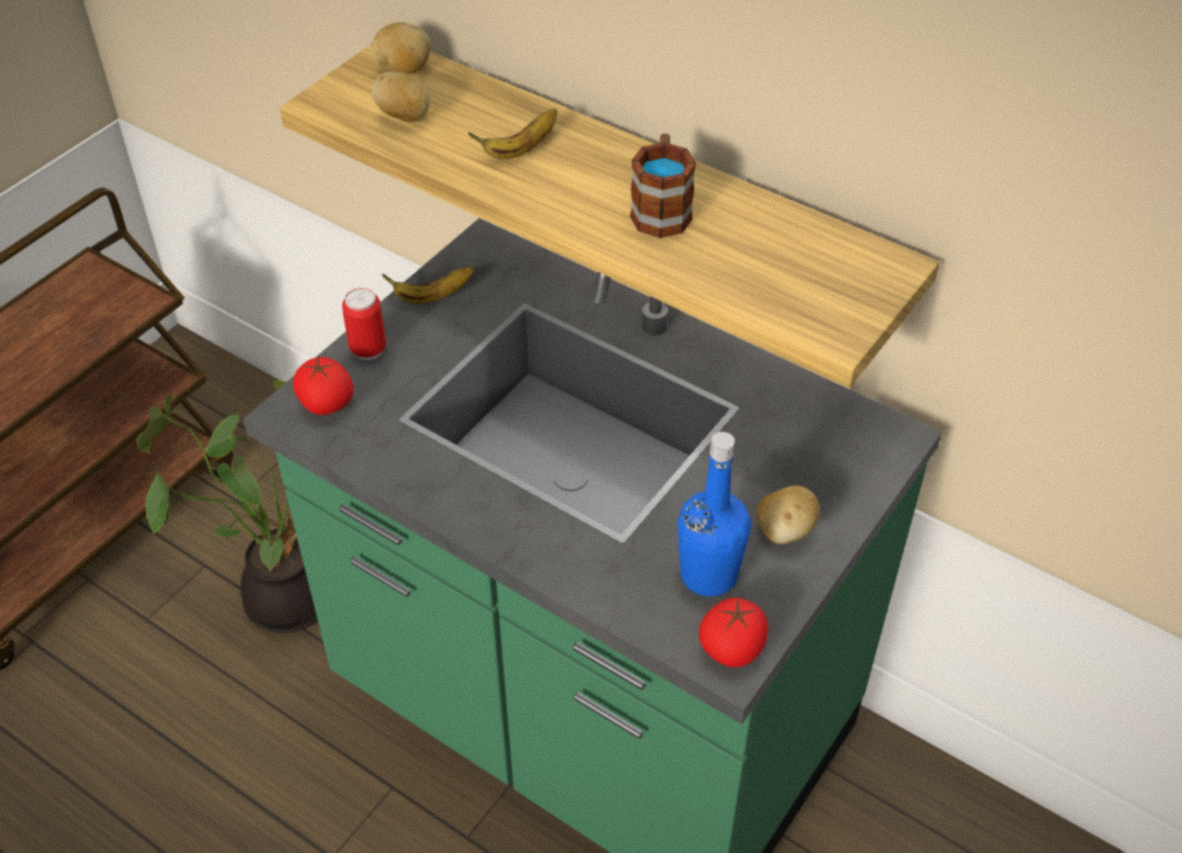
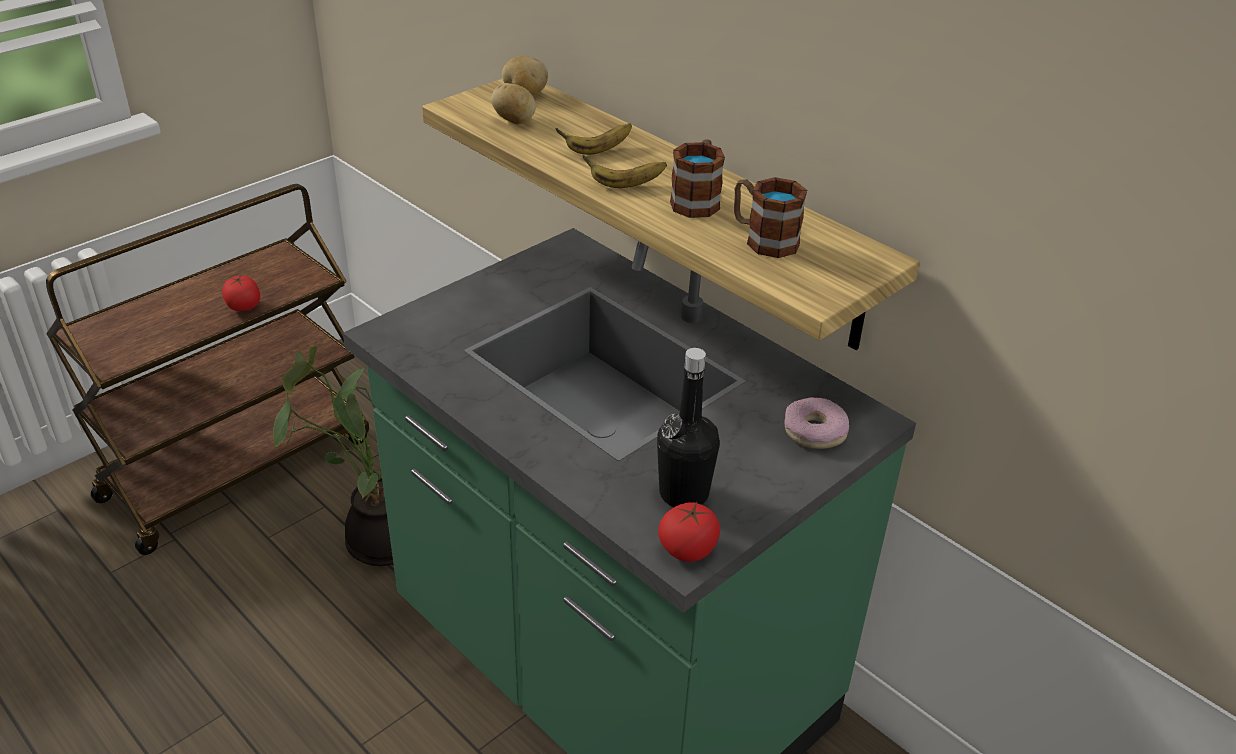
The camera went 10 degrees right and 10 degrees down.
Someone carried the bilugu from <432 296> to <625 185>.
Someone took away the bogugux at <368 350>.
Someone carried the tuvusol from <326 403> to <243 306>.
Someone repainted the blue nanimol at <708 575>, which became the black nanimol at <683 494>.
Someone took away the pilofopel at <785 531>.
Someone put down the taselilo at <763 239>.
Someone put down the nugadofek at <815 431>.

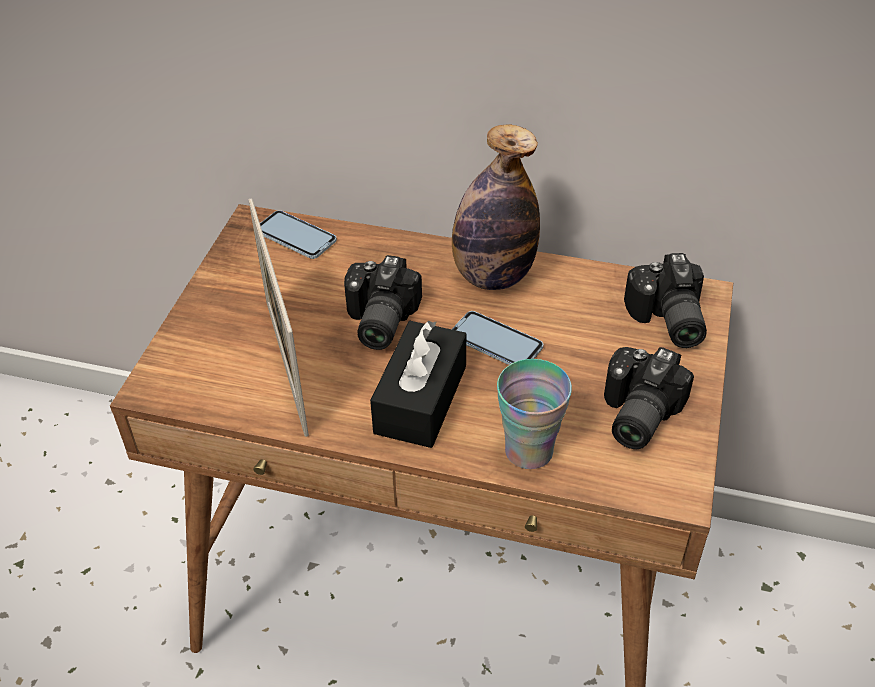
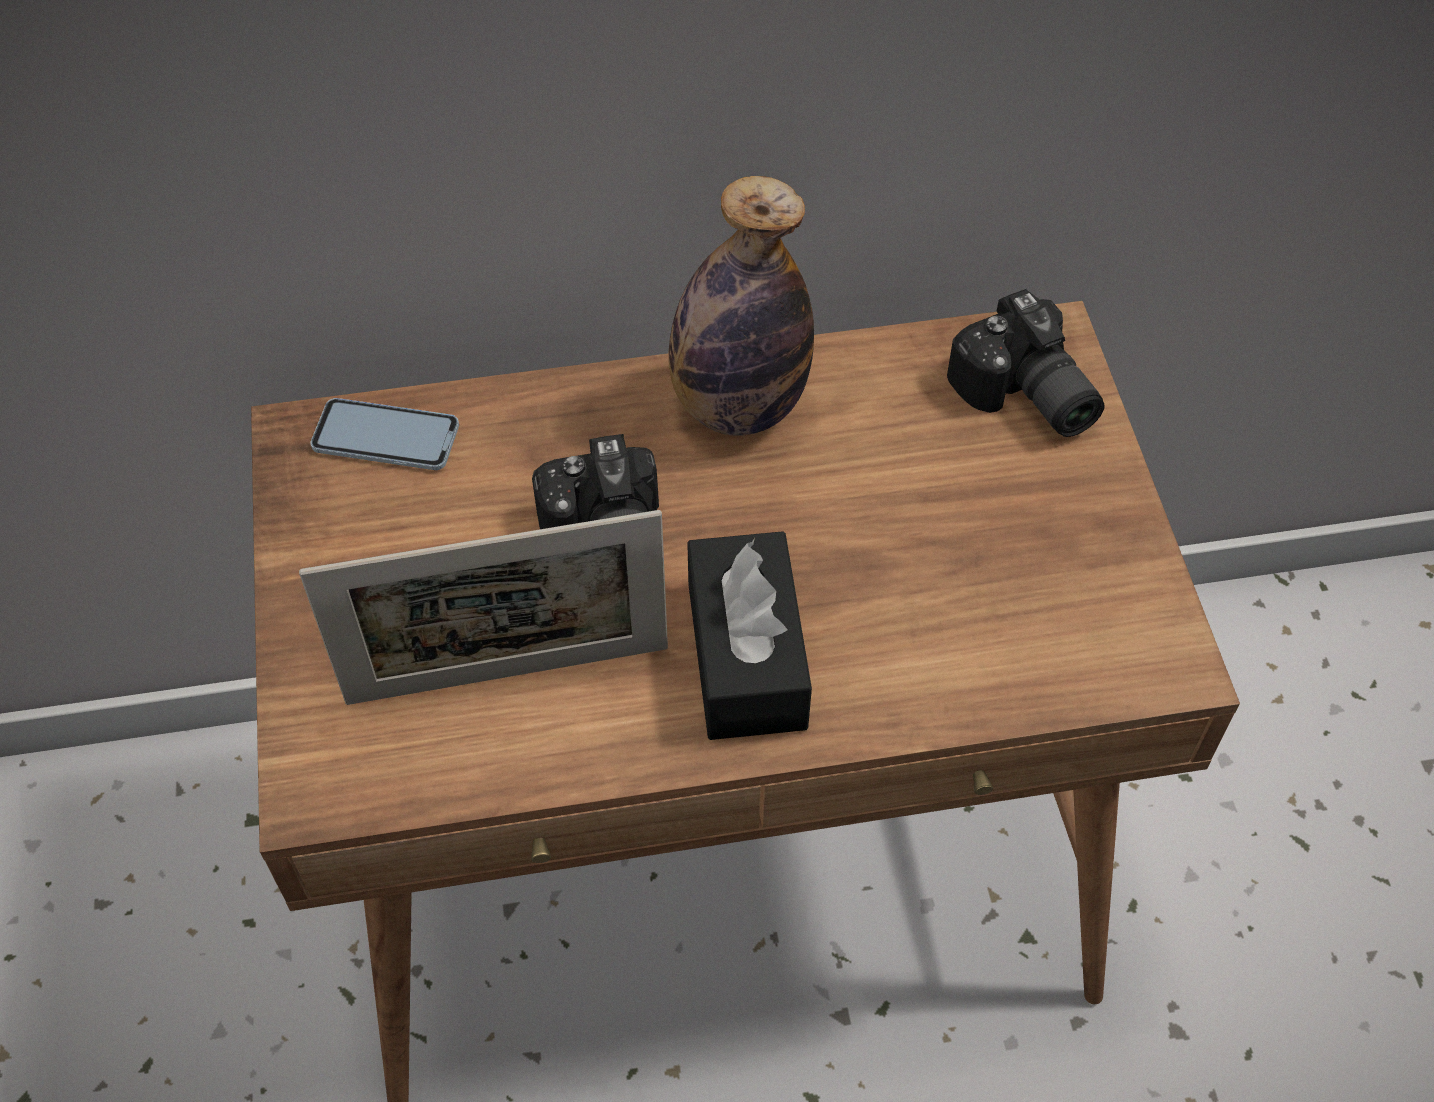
The camera went 25 degrees left and 10 degrees up.
Someone rotated the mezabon at <286 365> by 60 degrees counterclockwise.
Someone took away the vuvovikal at <496 342>.
Someone took away the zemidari at <634 414>.
Someone took away the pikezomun at <529 451>.

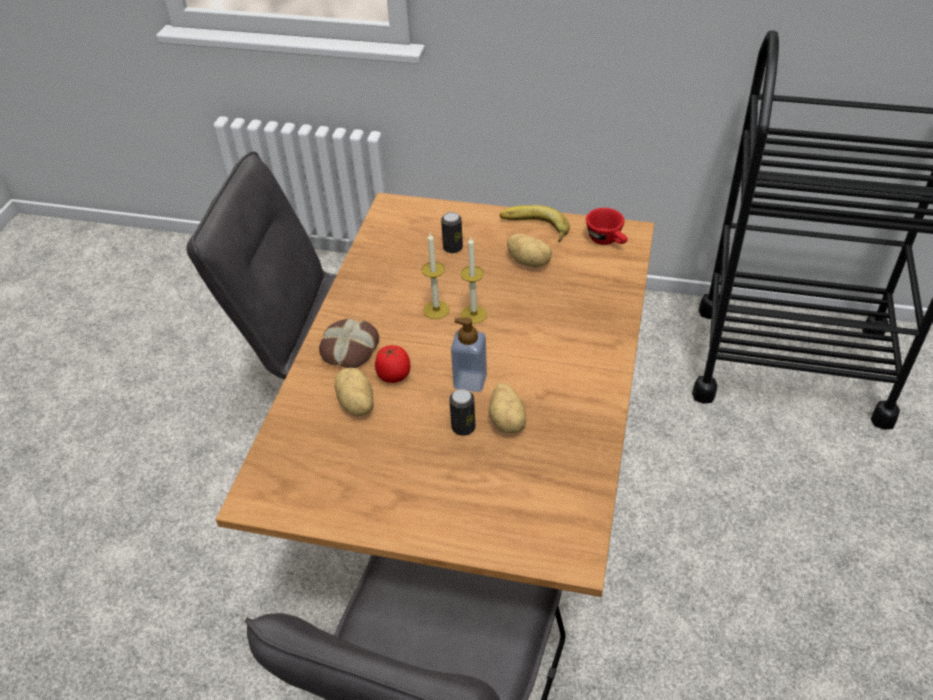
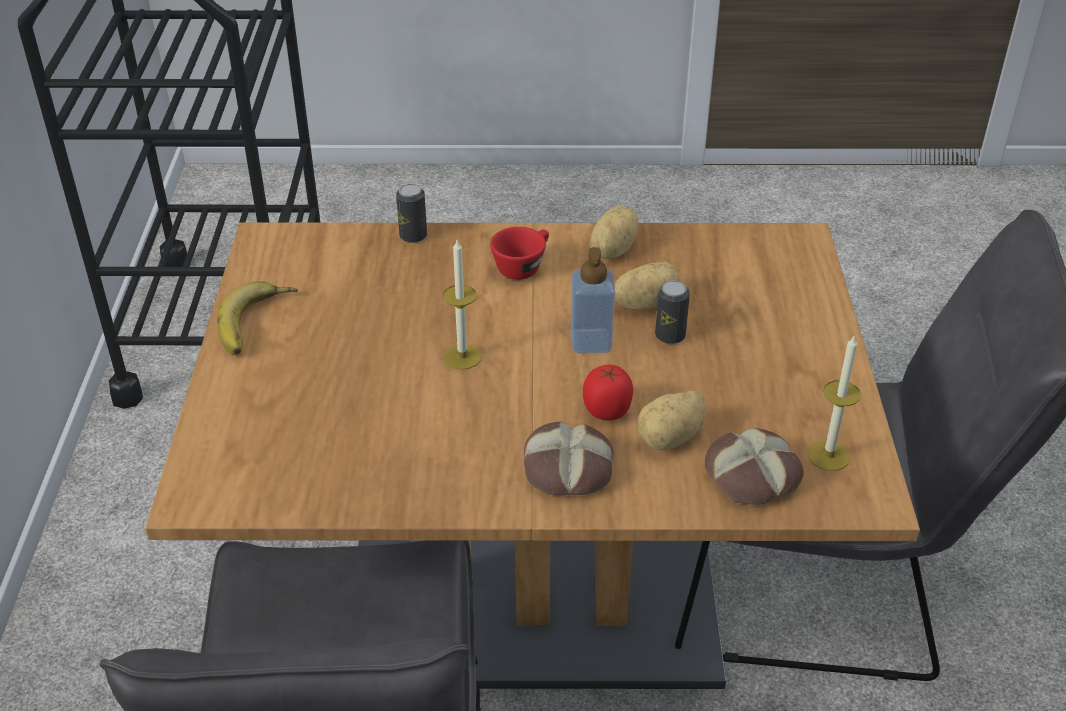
The camera went 105 degrees left and 5 degrees down.
Someone carried the red pikezomun from <607 240> to <523 266>.
Someone carried the bogugux from <453 248> to <413 236>.
Someone carried the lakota from <436 310> to <828 456>.
Someone carried the pilofopel from <529 262> to <611 250>.
Someone put down the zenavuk at <752 477>.

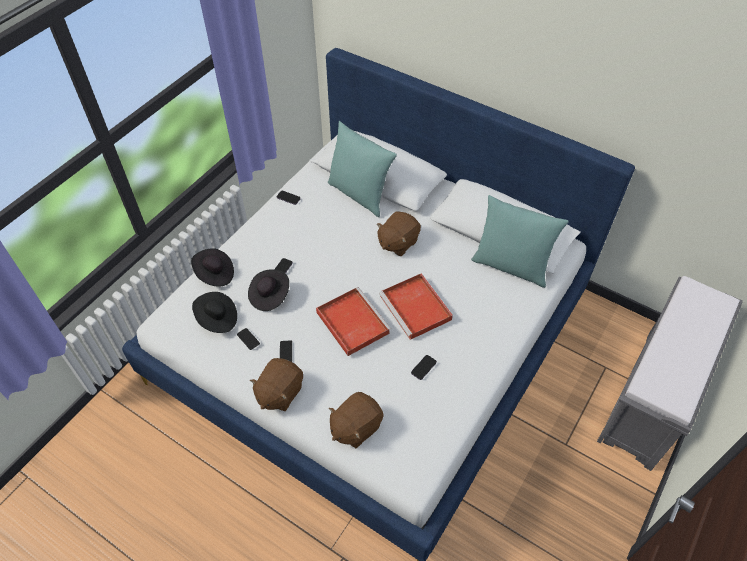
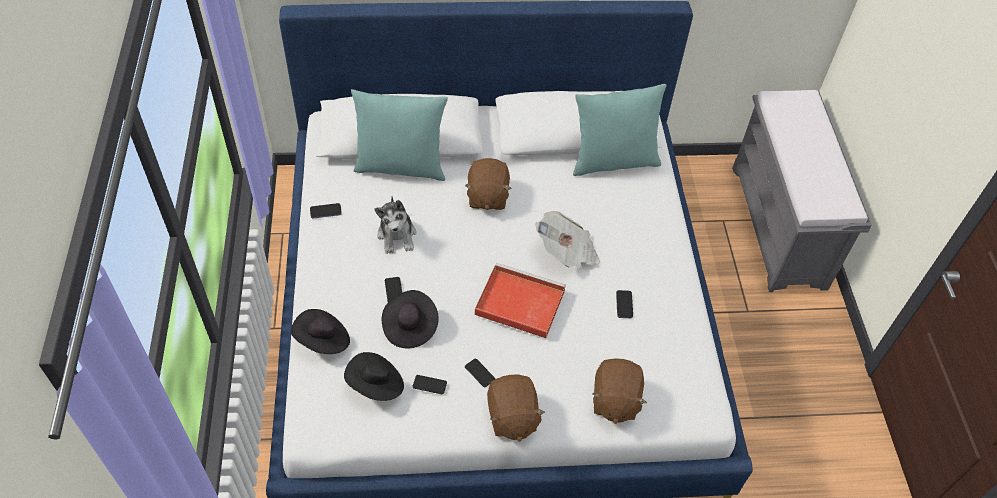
The camera went 40 degrees left and 0 degrees up.
Someone swapped the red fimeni at <416 308> for the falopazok at <567 252>.
Someone put down the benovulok at <397 235>.

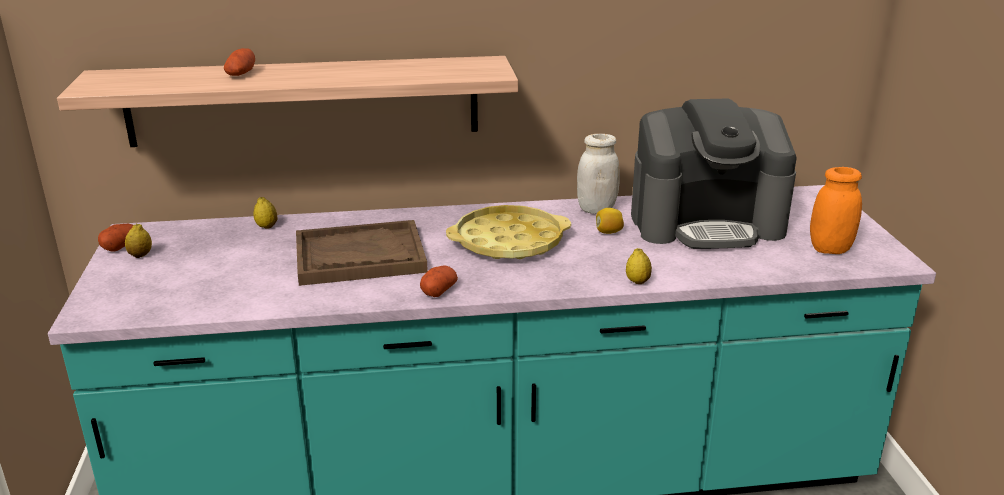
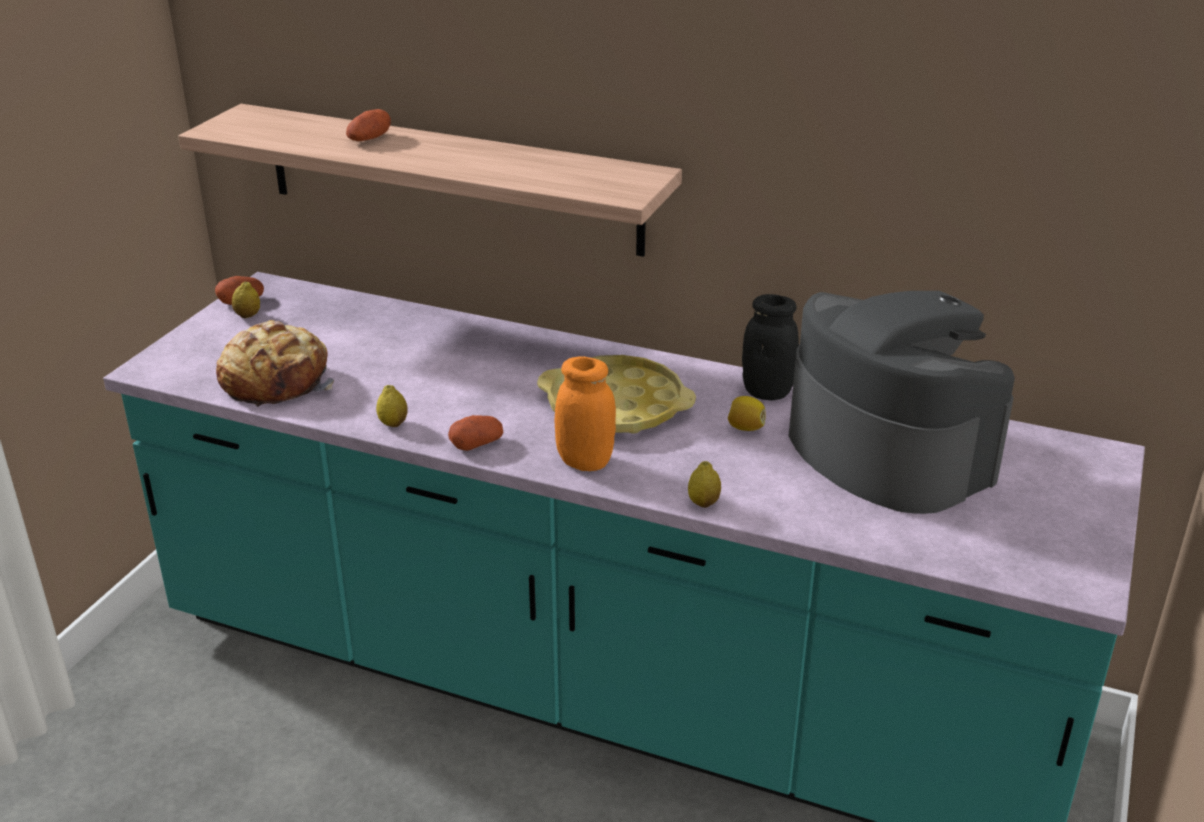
The camera went 30 degrees right and 5 degrees up.
Someone rotated the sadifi at <706 222> by 150 degrees counterclockwise.
Someone repainted the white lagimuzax at <596 209>, which became the black lagimuzax at <767 392>.
Someone carried the orange lagimuzax from <830 249> to <585 462>.
Someone carried the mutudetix from <266 226> to <393 423>.
Someone took away the brown fimeni at <359 256>.
Someone put down the zenavuk at <277 381>.

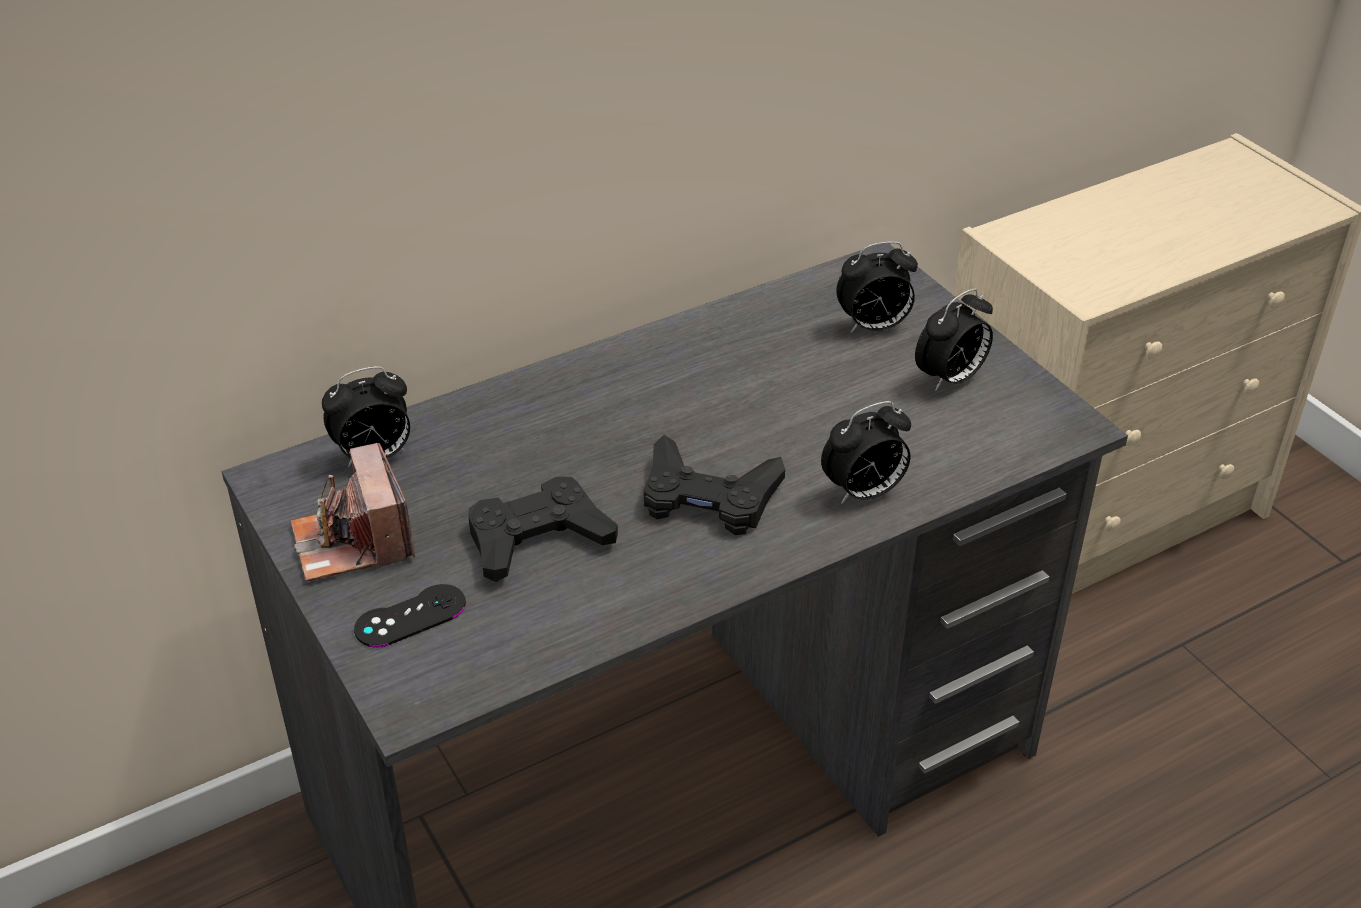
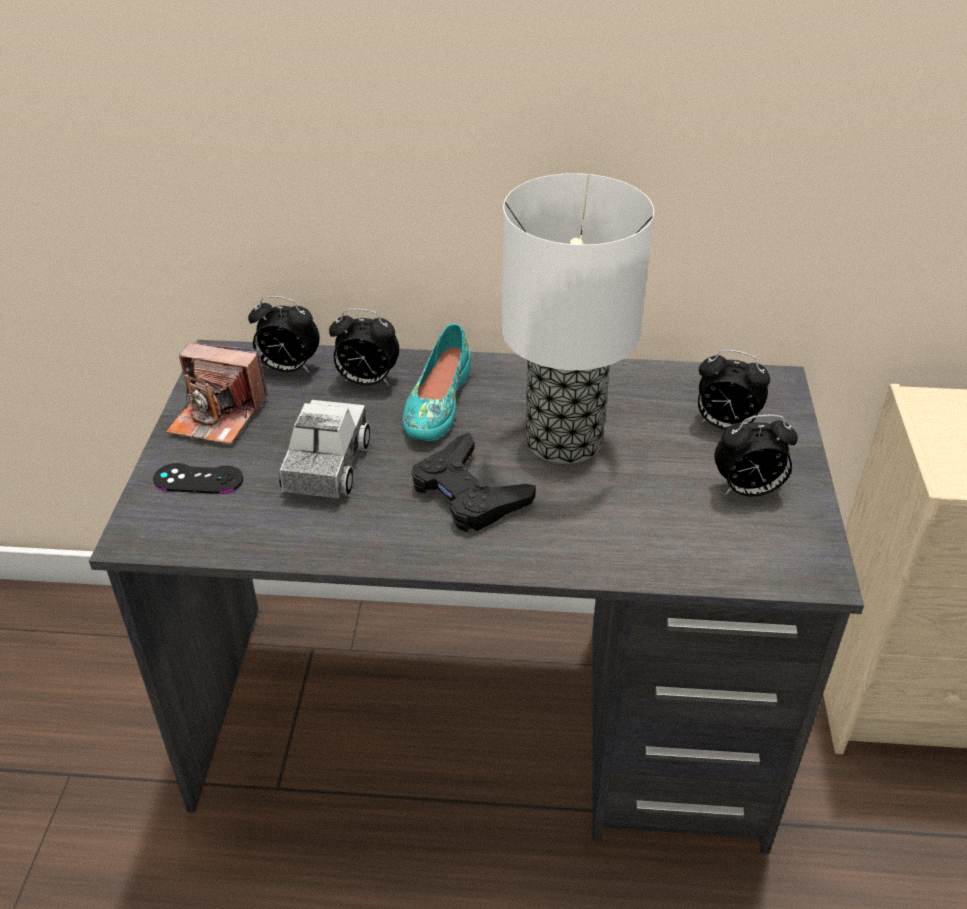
The camera went 35 degrees right and 0 degrees up.
Someone carried the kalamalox from <863 493> to <366 381>.
Someone rotated the zemidari at <353 542> by 90 degrees counterclockwise.
Someone swapped the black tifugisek at <537 538> for the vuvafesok at <327 467>.
Someone put down the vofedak at <565 441>.
Someone put down the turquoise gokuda at <436 402>.

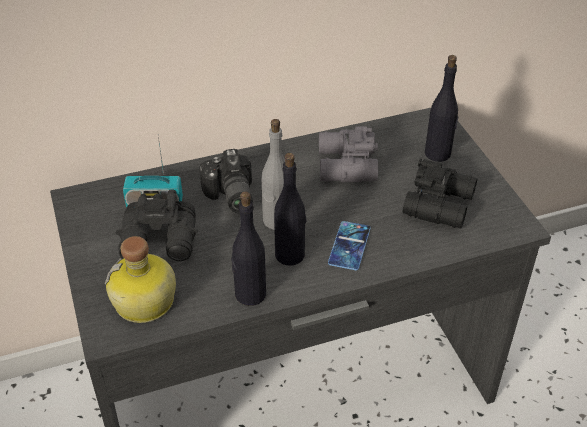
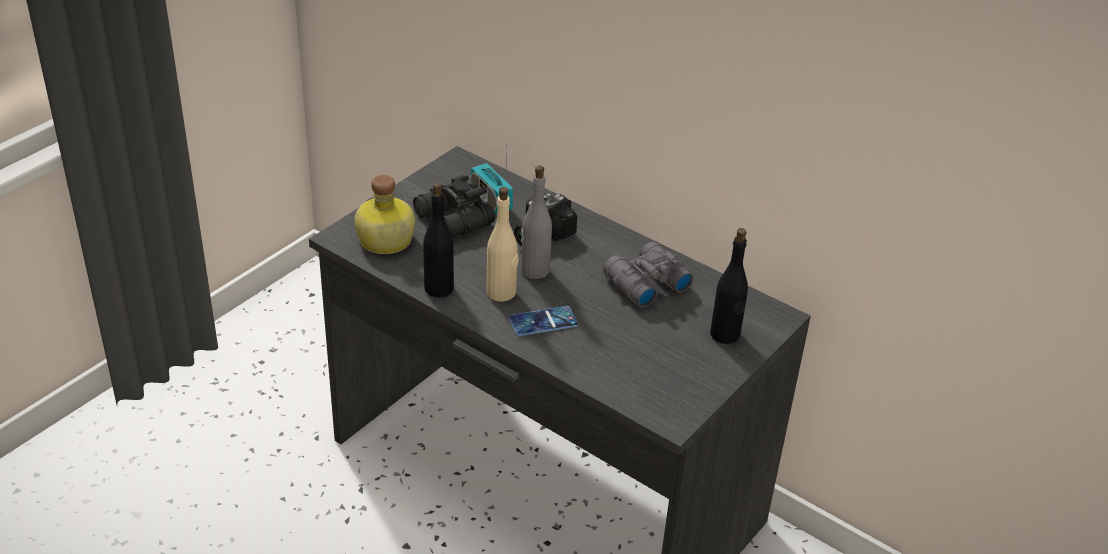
The camera went 55 degrees right and 5 degrees down.
Someone repainted the black nanimol at <290 254>, which became the beige nanimol at <501 293>.
Someone took away the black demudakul at <441 204>.

